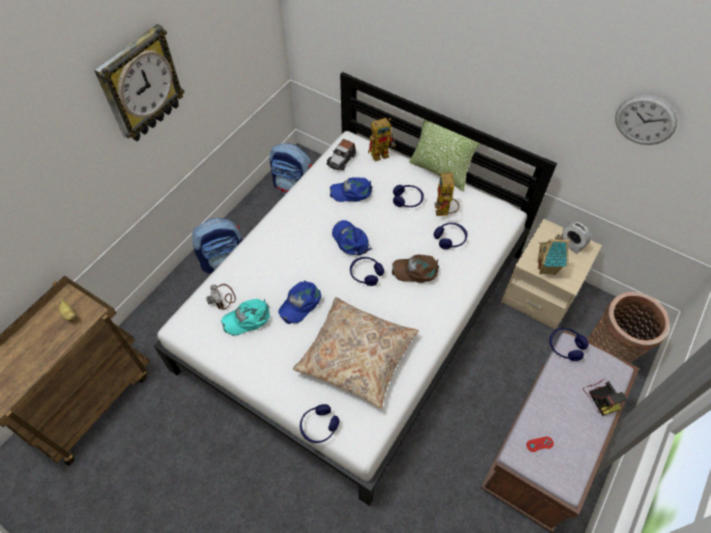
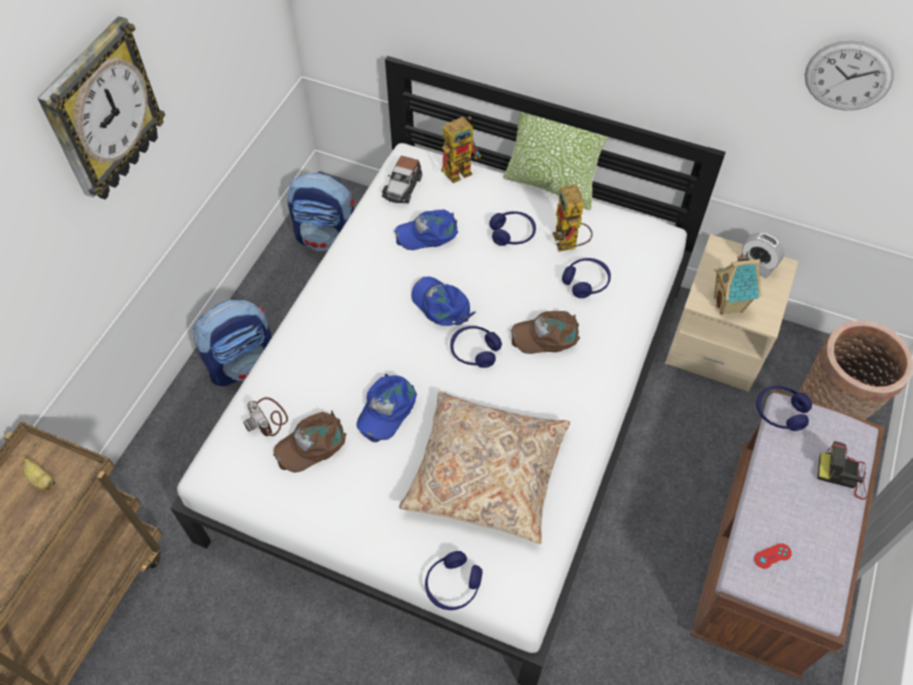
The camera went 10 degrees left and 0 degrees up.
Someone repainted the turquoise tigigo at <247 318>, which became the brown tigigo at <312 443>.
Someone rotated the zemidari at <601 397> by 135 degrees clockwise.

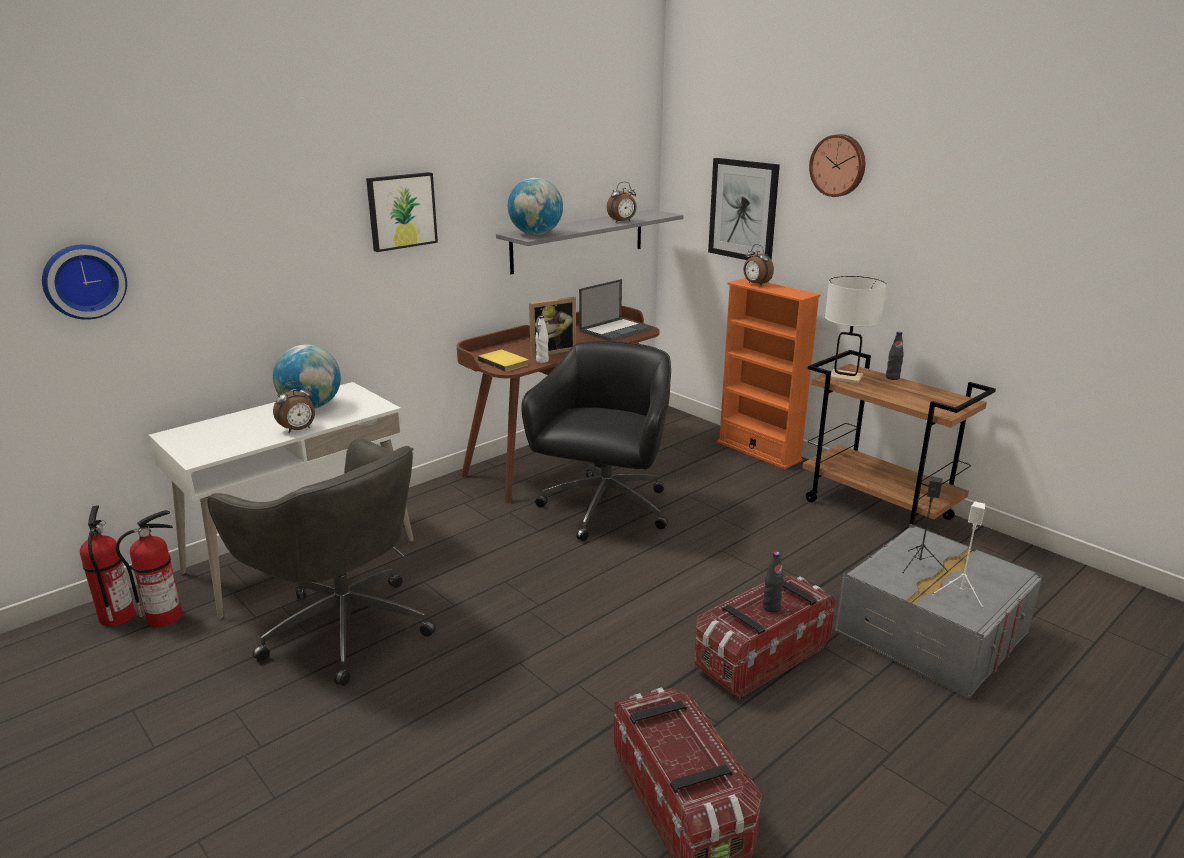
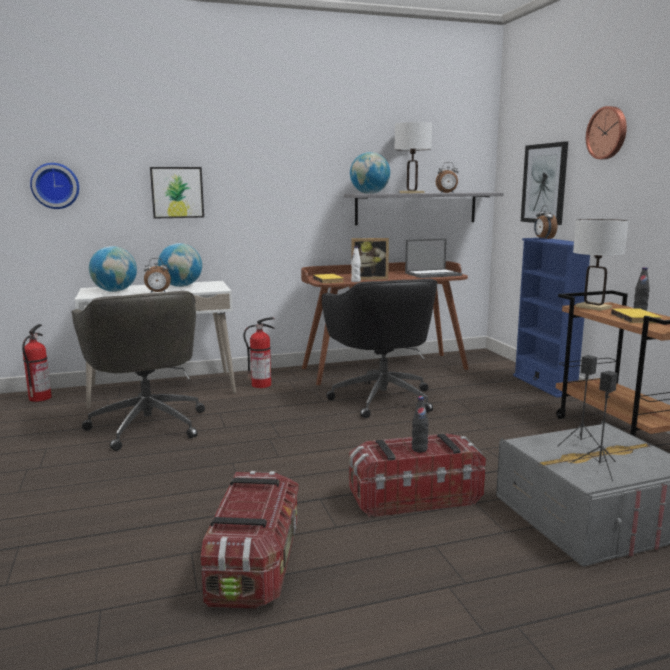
The camera went 25 degrees right and 10 degrees down.
Someone carried the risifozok from <401 211> to <177 192>.
Someone repainted the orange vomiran at <758 451>, which became the blue vomiran at <544 385>.
Someone rotated the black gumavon at <604 510> by 120 degrees clockwise.
Someone repainted the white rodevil at <960 595>, which became the black rodevil at <599 468>.
Someone carried the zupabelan from <166 616> to <262 385>.
Someone put down the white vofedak at <411 193>.
Someone put down the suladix at <115 291>.
Someone put down the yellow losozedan at <637 318>.

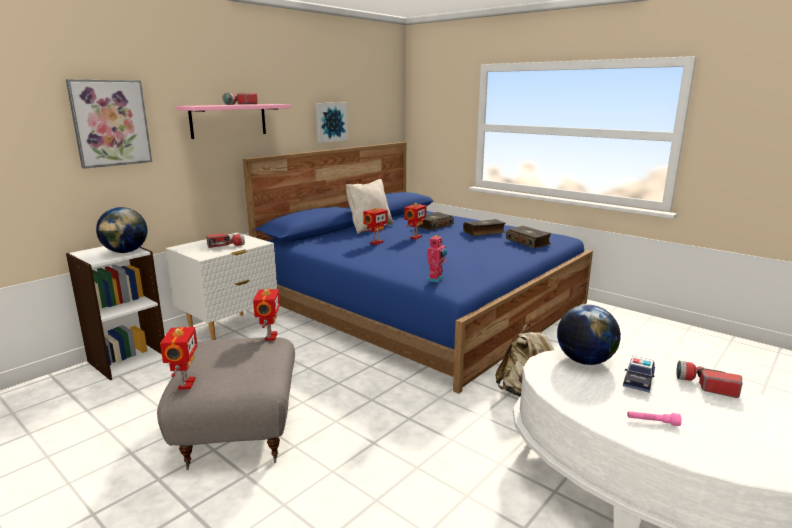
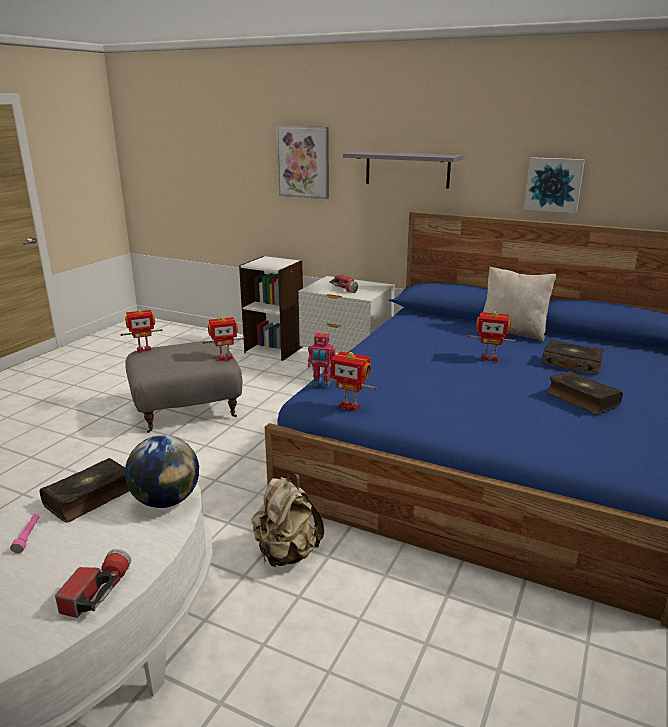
The camera went 75 degrees right and 5 degrees up.
Someone took away the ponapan at <240 104>.
Someone repainted the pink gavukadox at <228 120>, which became the grey gavukadox at <407 169>.
Someone took away the suladix at <126 252>.
Someone carried the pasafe from <376 242> to <350 406>.
Someone carried the losozedan from <528 242> to <90 497>.
Someone took away the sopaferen at <638 380>.

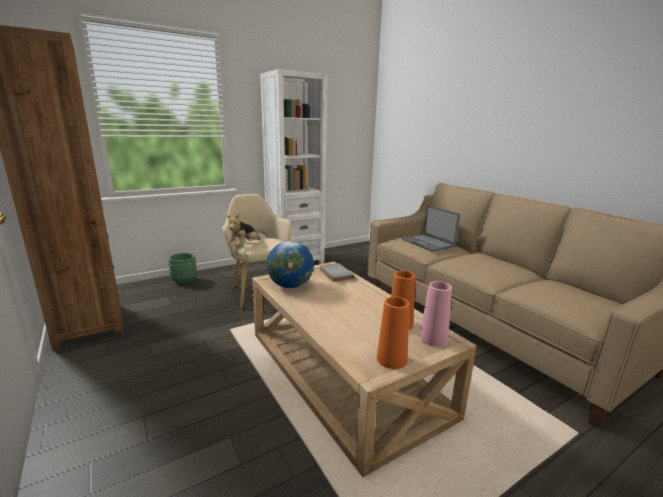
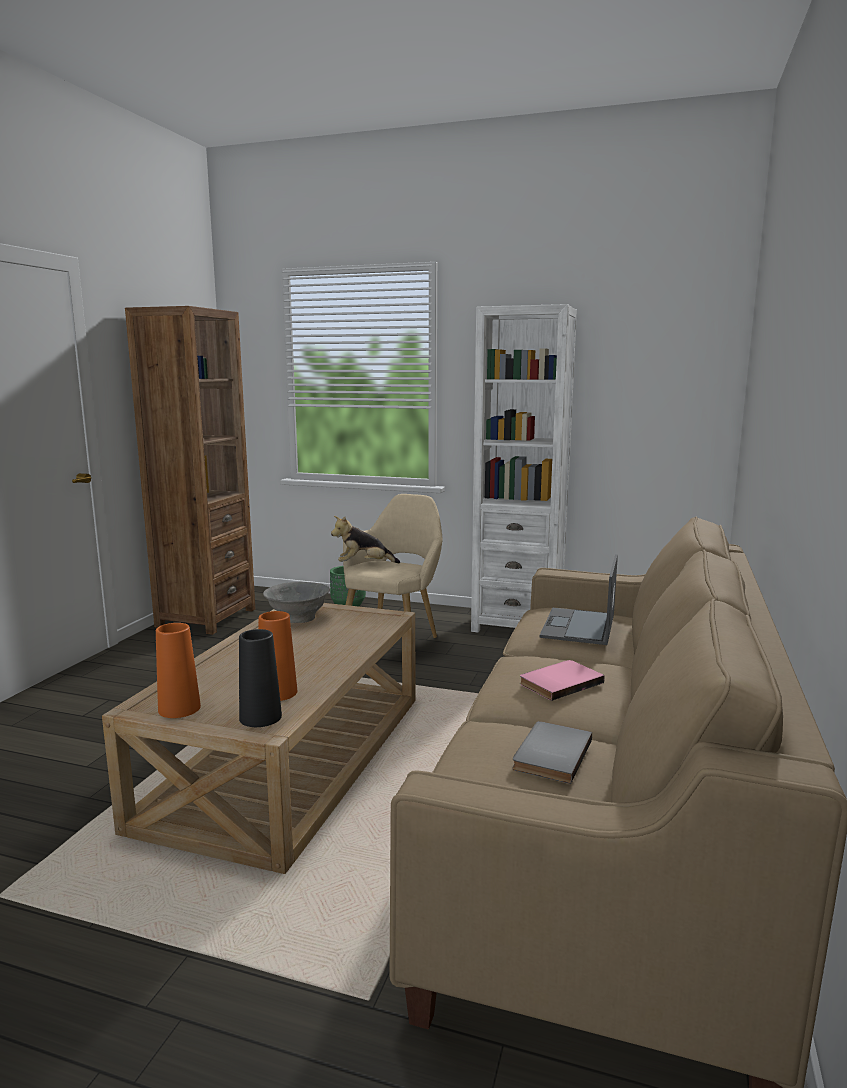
The camera went 50 degrees right and 5 degrees down.
Someone swapped the suladix at <290 286> for the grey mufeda at <298 619>.
Someone carried the grey losozedan from <335 274> to <549 754>.
Someone repainted the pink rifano at <433 338>, which became the black rifano at <260 717>.
Someone put down the pink losozedan at <559 682>.

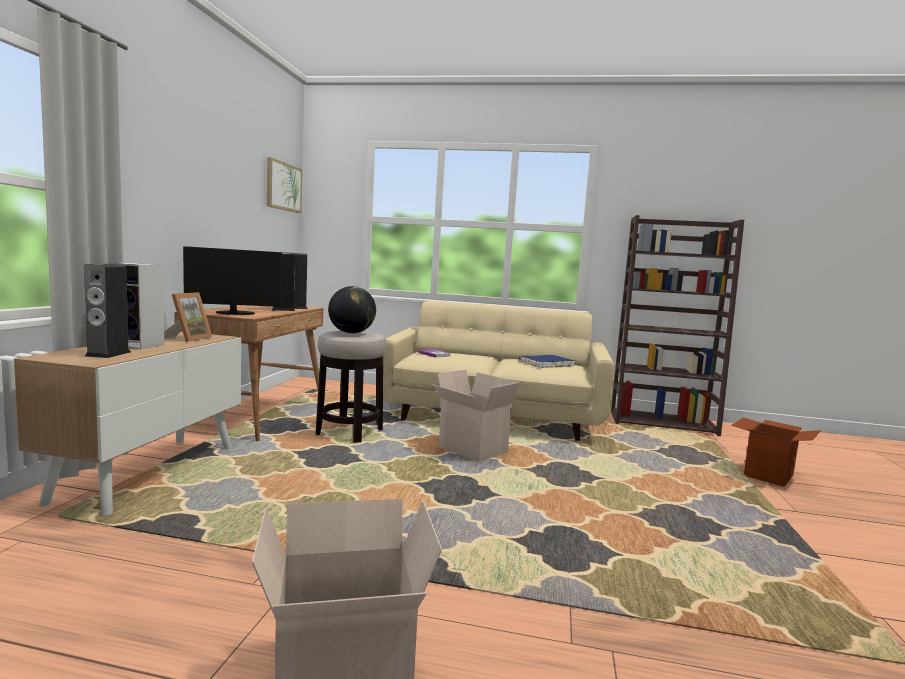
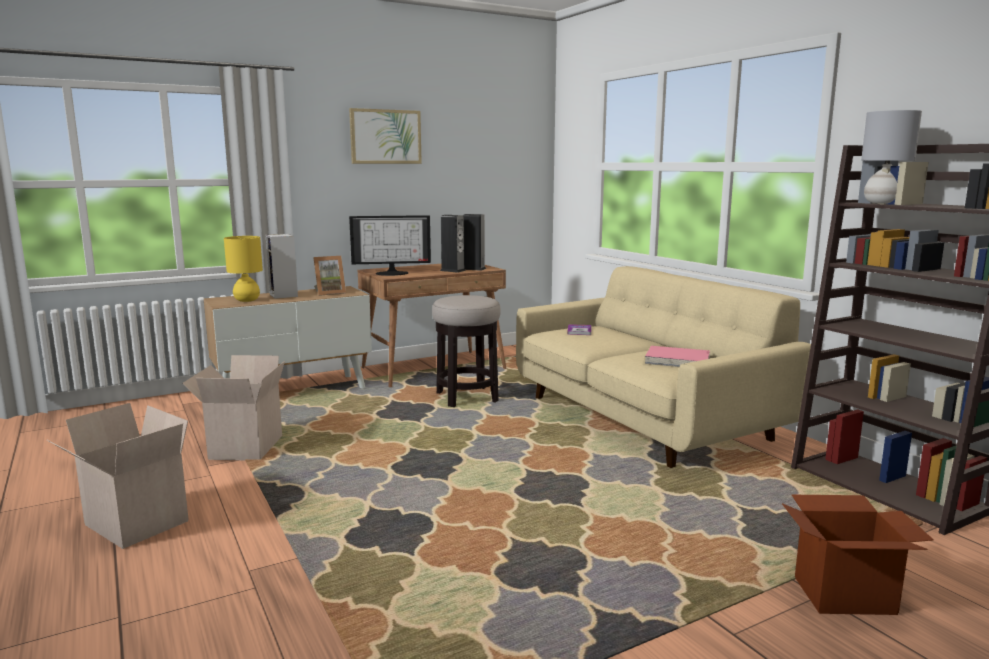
The camera went 50 degrees right and 5 degrees up.
Someone carried the risifozok from <283 186> to <385 136>.
Someone rotated the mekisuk at <234 313> by 135 degrees clockwise.
Someone swapped the rodevil at <108 354> for the yellow vofedak at <247 300>.
Someone took away the suladix at <351 333>.
Someone repainted the blue losozedan at <546 363>, which became the pink losozedan at <677 360>.
Someone carried the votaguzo from <471 450> to <244 447>.
Someone put down the grey vofedak at <882 203>.

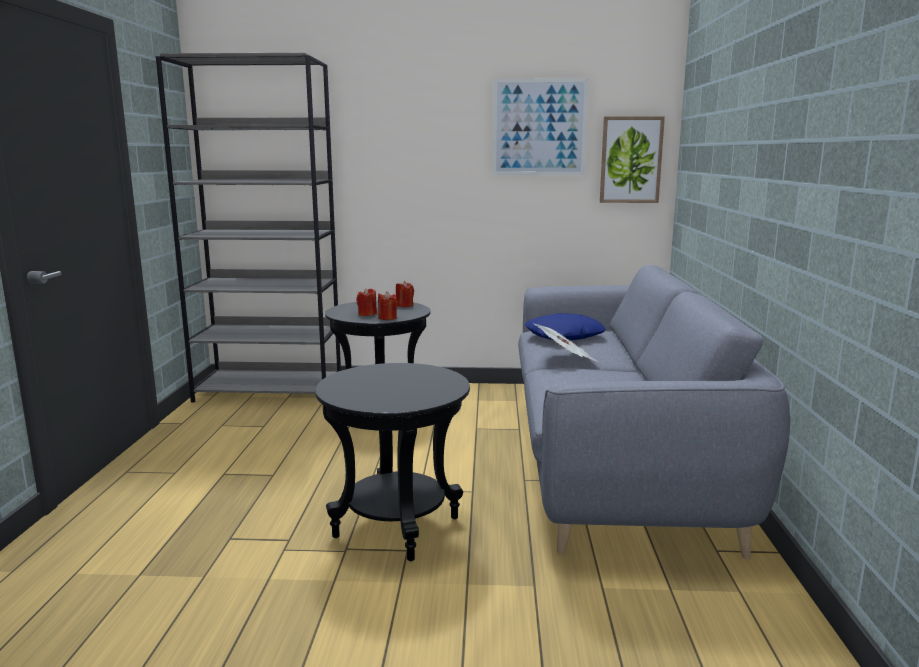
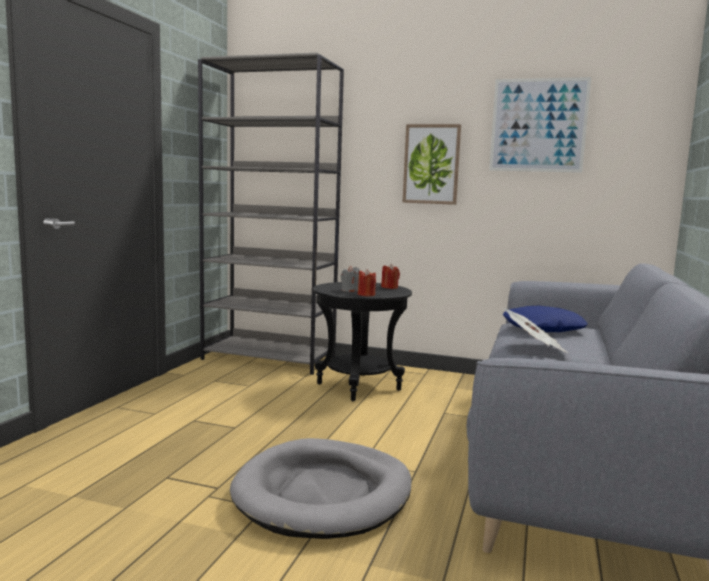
The camera went 15 degrees right and 5 degrees down.
Someone carried the risifozok from <631 160> to <431 164>.
Someone repainted the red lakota at <367 314>, which became the grey lakota at <350 290>.
Someone swapped the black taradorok at <396 527> for the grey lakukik at <324 494>.

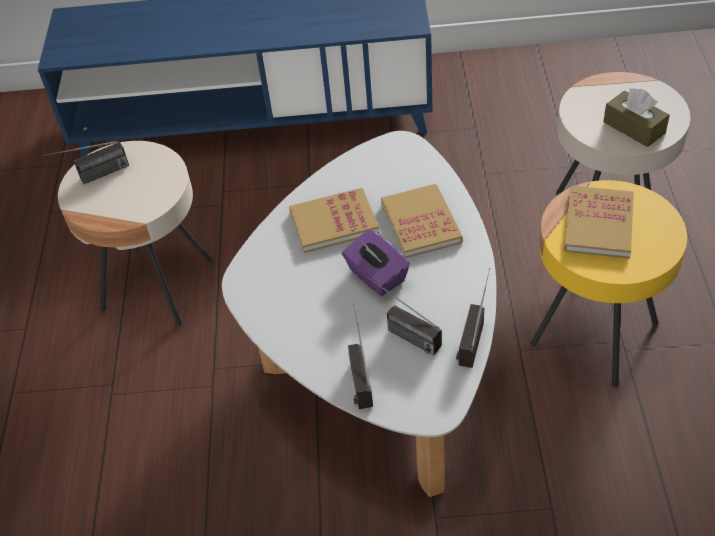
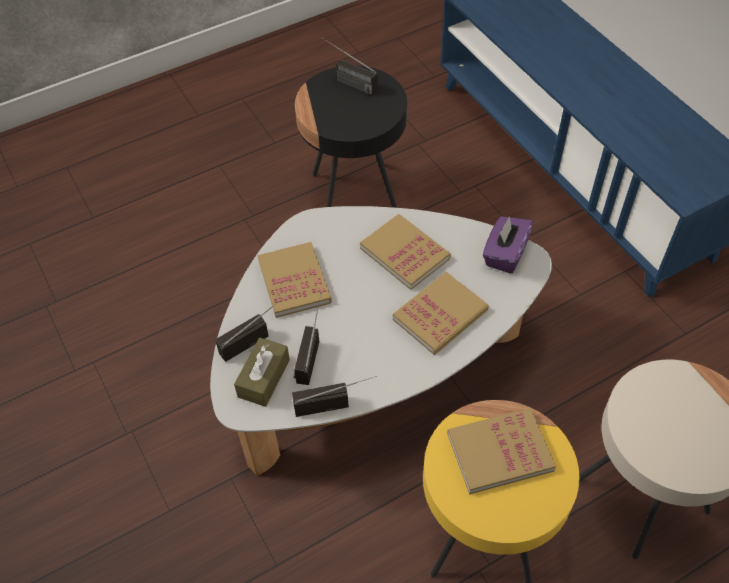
The camera went 60 degrees right and 5 degrees up.
Someone carried the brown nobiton from <634 127> to <264 378>.
Someone repainted the beige taradorok at <157 286>, which became the black taradorok at <354 194>.
Someone carried the purple nobiton from <376 276> to <505 254>.
Someone put down the losozedan at <294 281>.

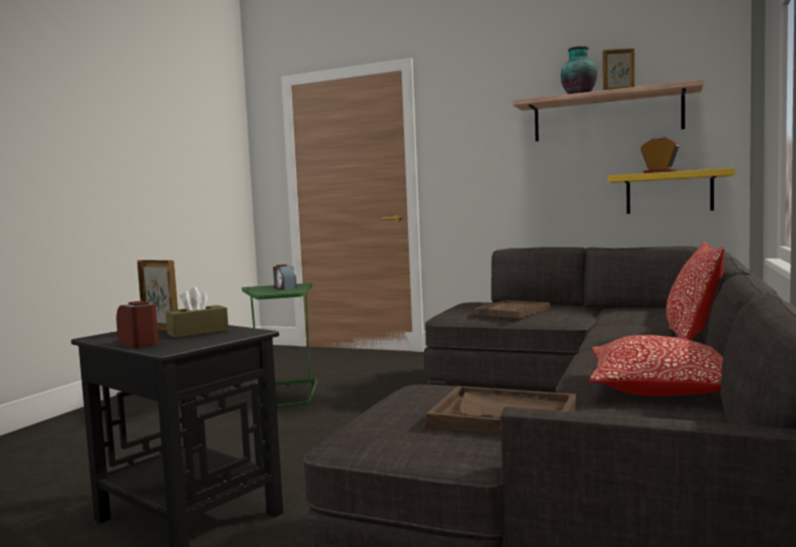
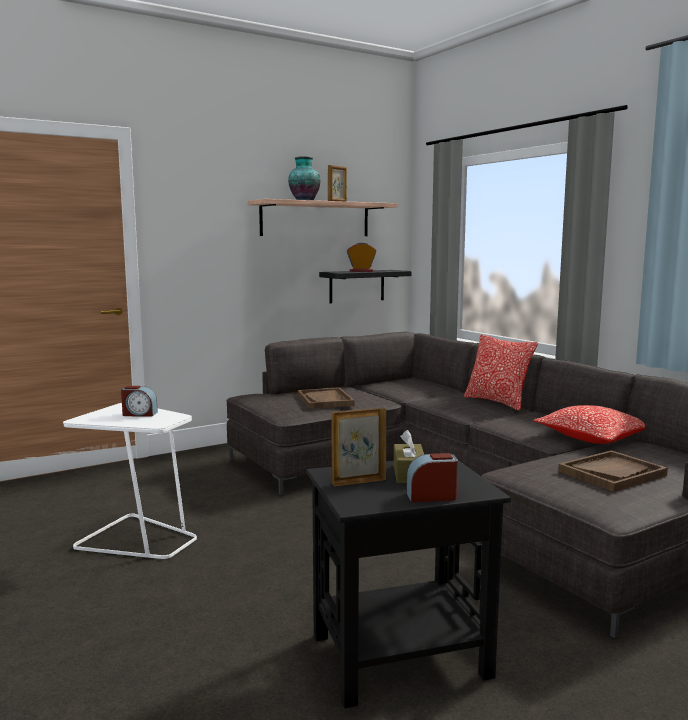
The camera went 55 degrees left and 5 degrees up.
Someone repainted the yellow gavukadox at <669 192>, which became the black gavukadox at <357 286>.
Someone repainted the green taradorok at <284 394>, which became the white taradorok at <139 539>.

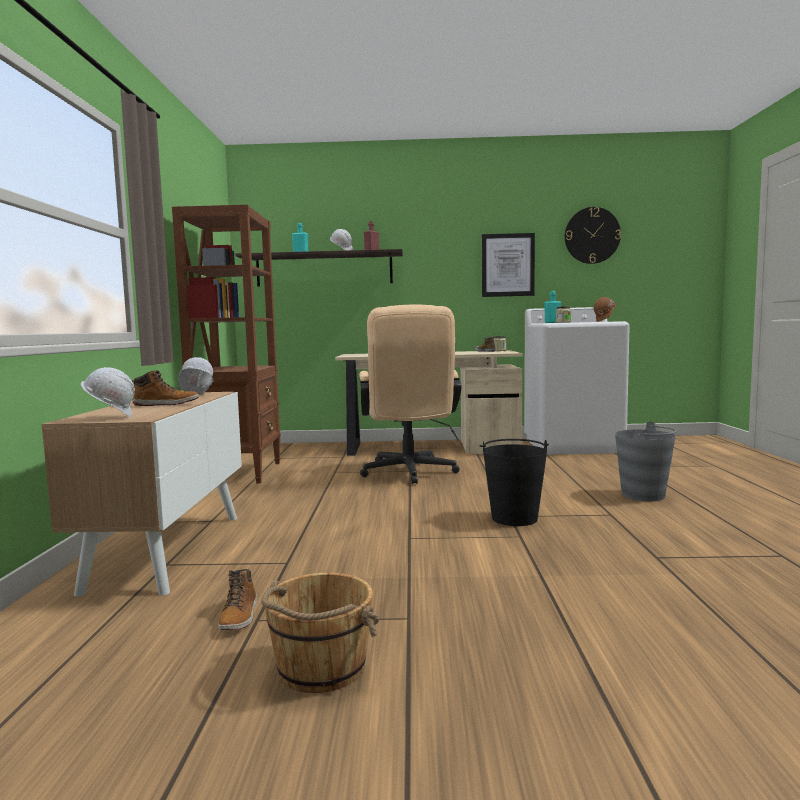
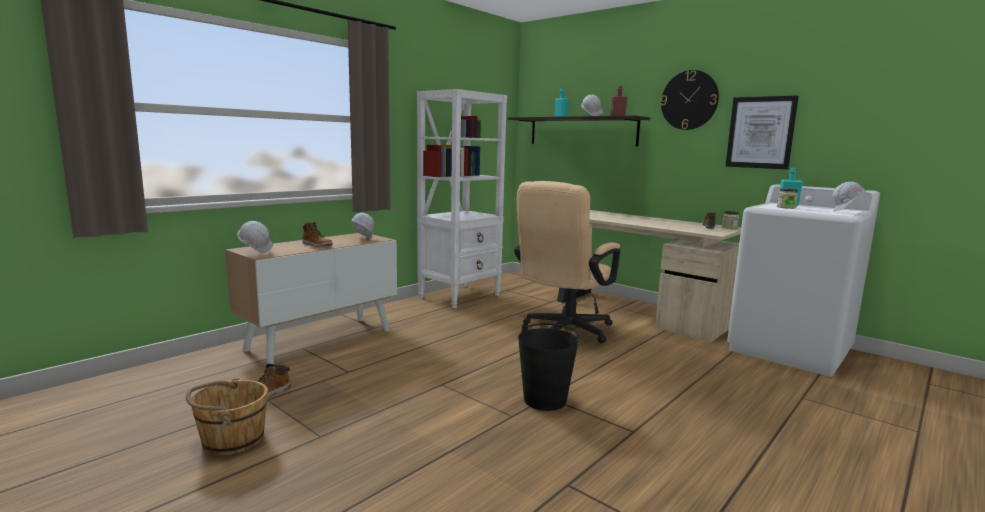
The camera went 40 degrees right and 5 degrees up.
Someone repainted the brown vomiran at <239 473>, which became the white vomiran at <460 296>.
Someone carried the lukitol from <592 235> to <689 100>.
Someone repainted the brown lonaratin at <605 321>, which became the white lonaratin at <846 212>.
Someone took away the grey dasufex at <643 495>.

